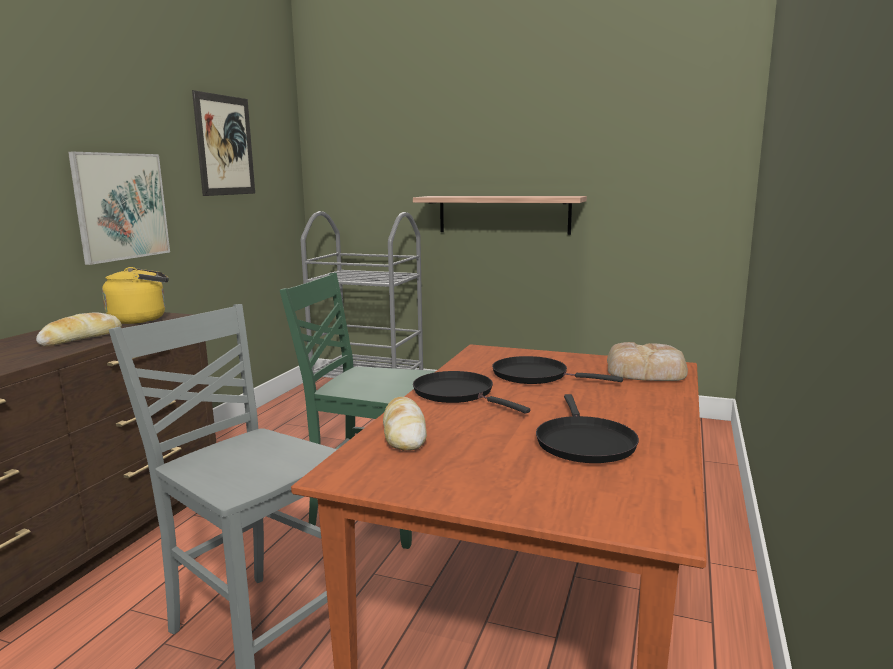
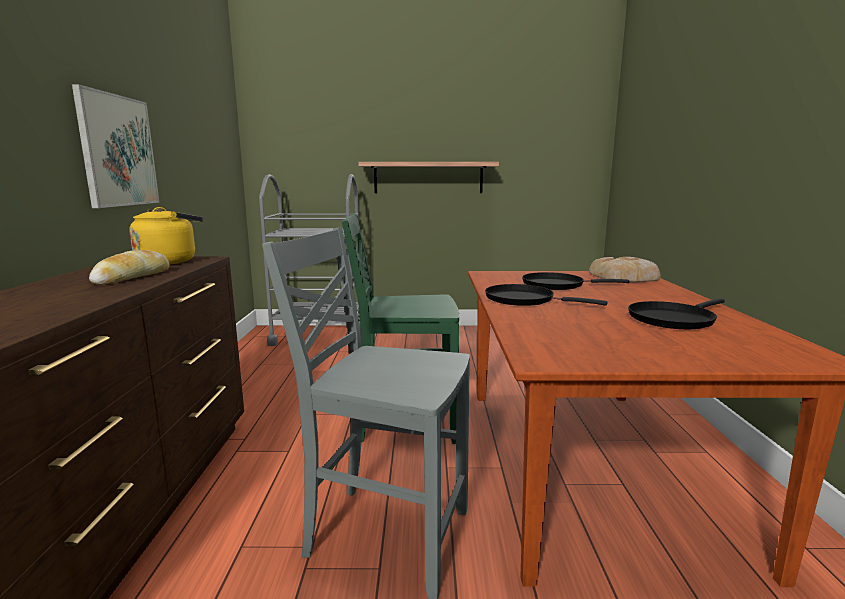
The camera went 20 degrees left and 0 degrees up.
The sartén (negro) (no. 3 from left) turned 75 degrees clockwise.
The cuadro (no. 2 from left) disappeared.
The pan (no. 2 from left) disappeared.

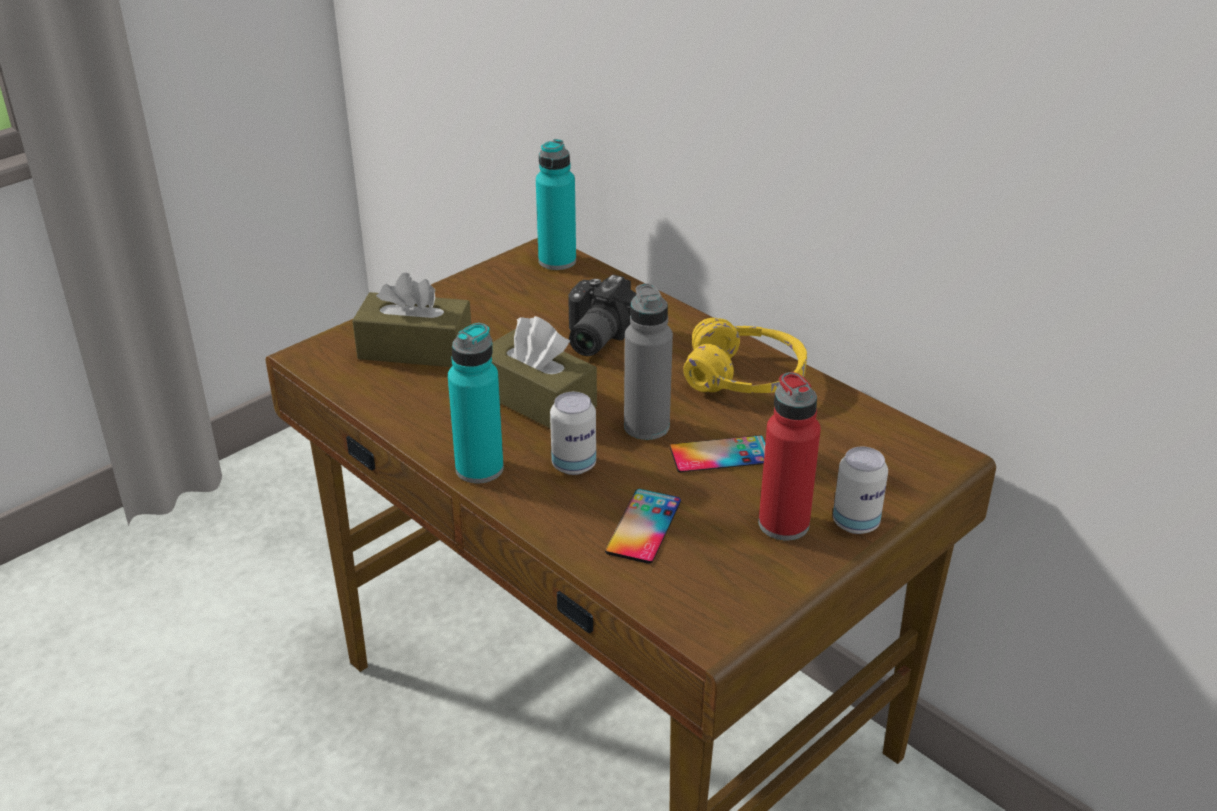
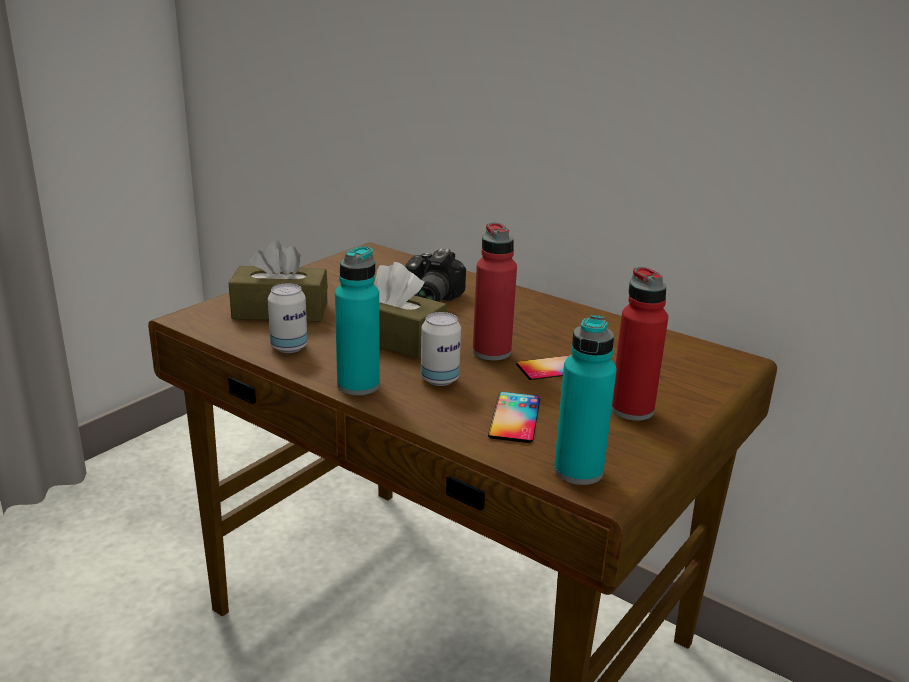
The camera went 10 degrees left and 10 degrees down.
The lata (no. 2 from left in the first image) moved.
The botella (gris) became the botella (rojo) (no. 1 from left).
The botella (turquesa) (no. 2 from left) moved.
The auriculares (amarillo) disappeared.

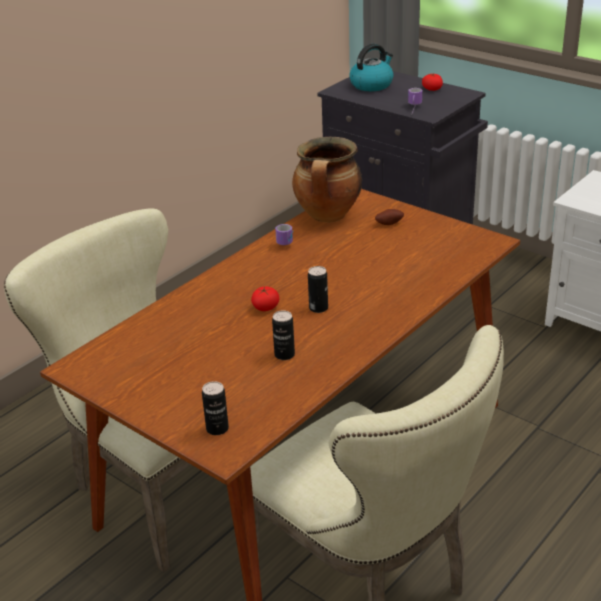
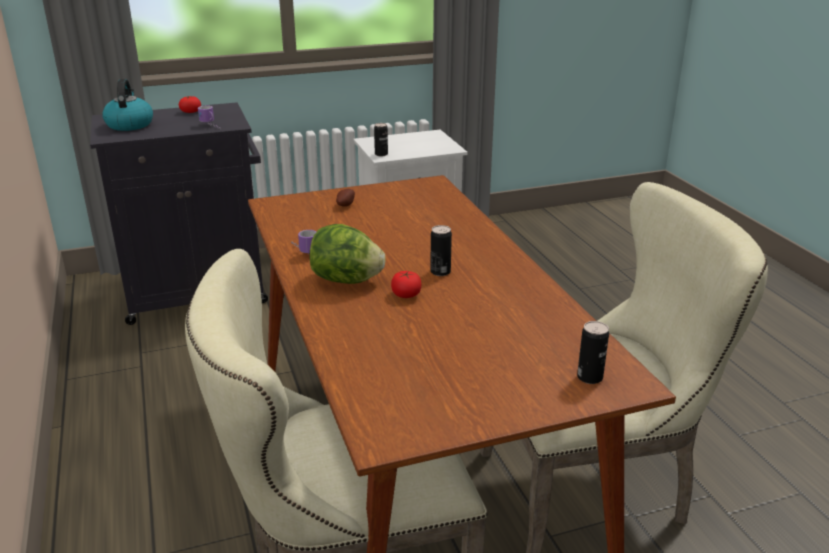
The camera went 60 degrees left and 5 degrees down.
The lechuga appeared.
The lata (no. 2 from left in the first image) moved.
The olla disappeared.

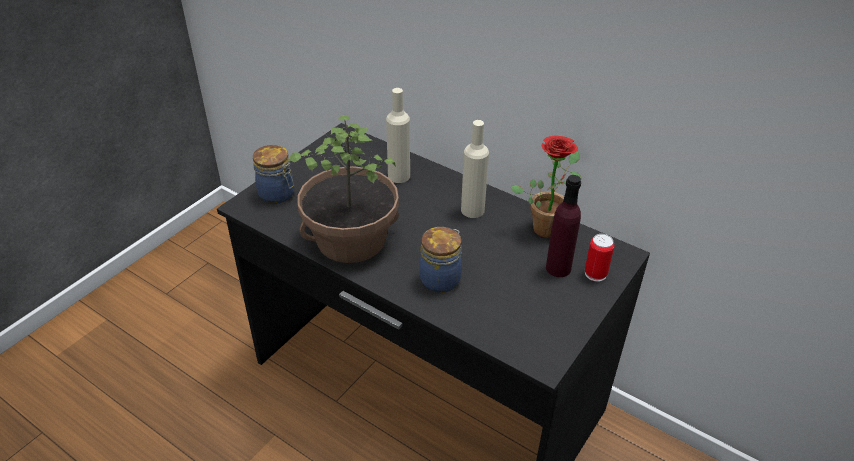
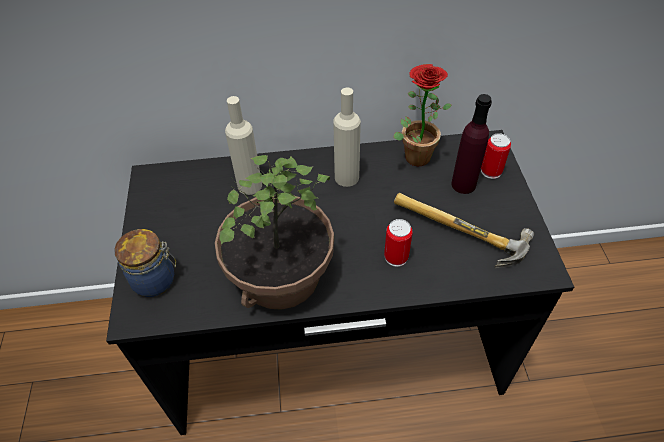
The camera went 40 degrees left and 10 degrees up.
The tarro (no. 2 from left) was replaced by the lata (no. 1 from left).
The martillo appeared.

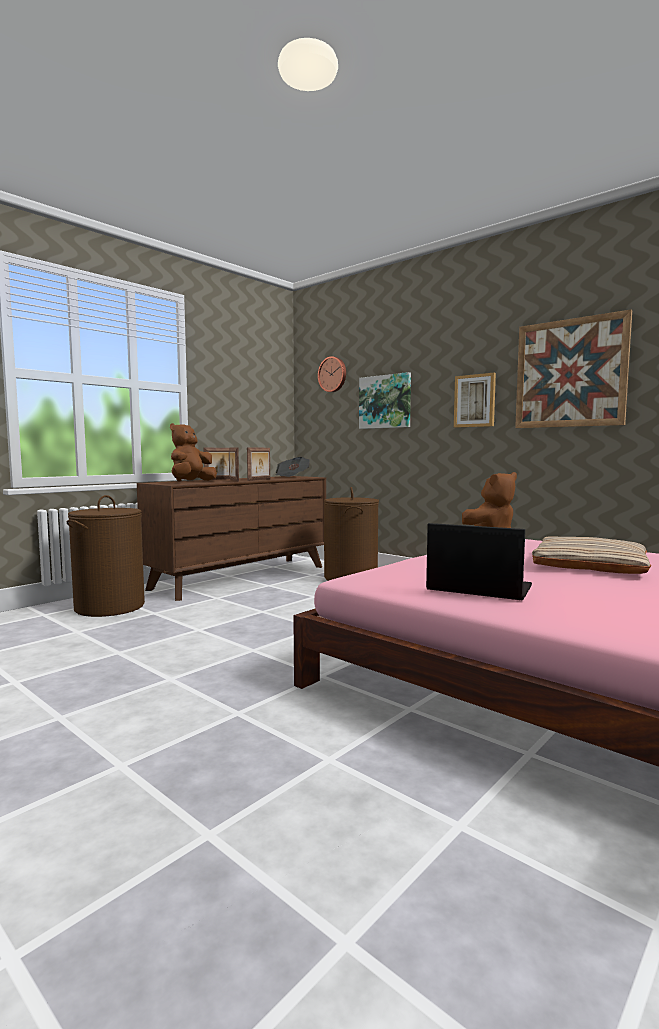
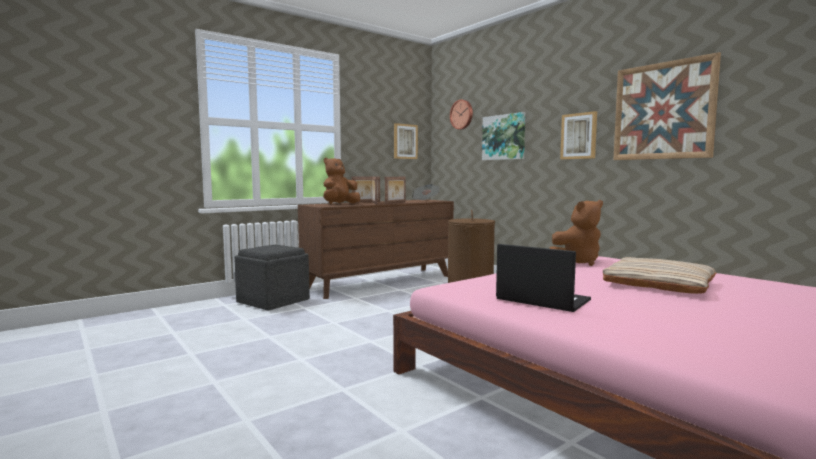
The camera went 10 degrees right and 0 degrees up.
The cesto de la ropa (marrón) (no. 1 from left) was replaced by the puf (gris).
The cuadro (no. 1 from left) appeared.

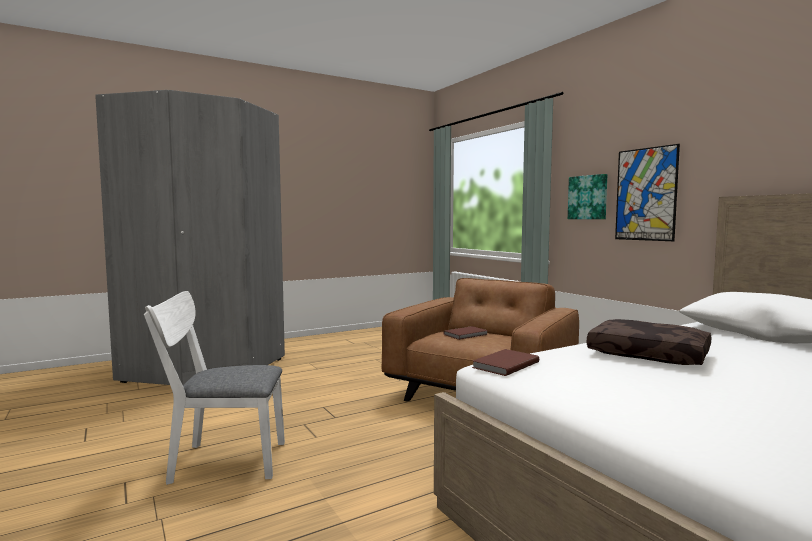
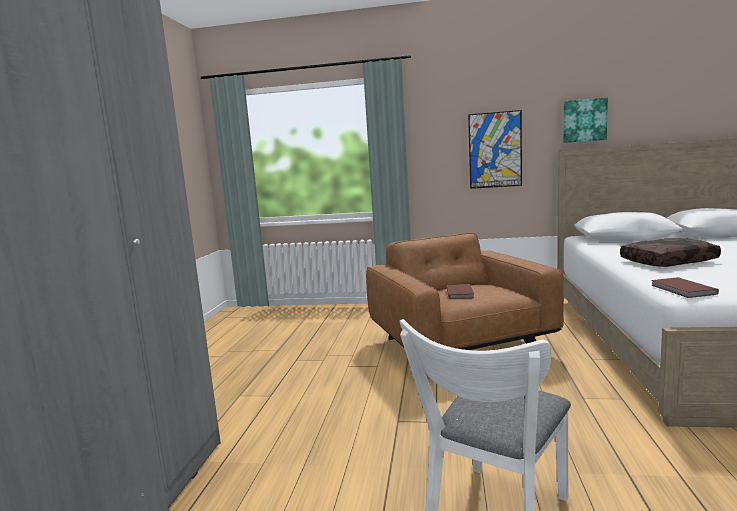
The camera went 50 degrees left and 5 degrees up.
The cuadro (no. 1 from left in the first image) moved.

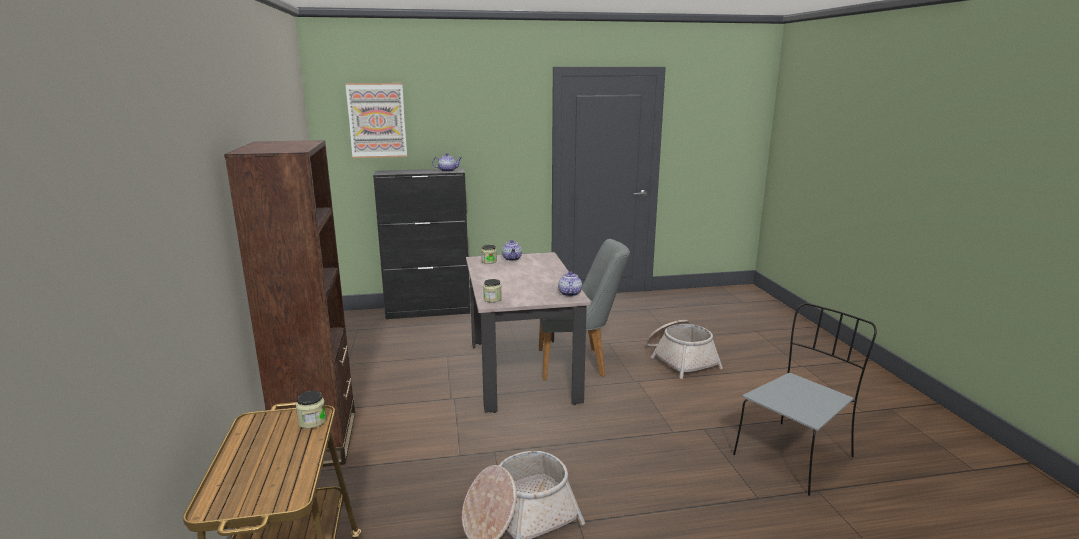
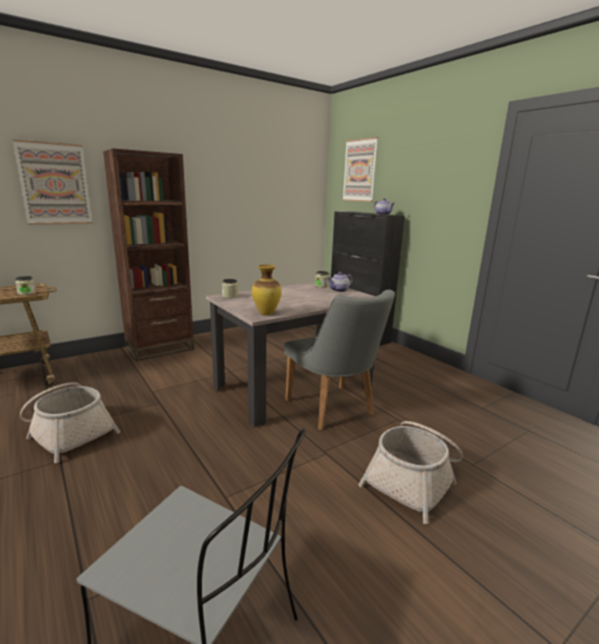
The camera went 65 degrees right and 0 degrees up.
The cuadro (no. 1 from left) appeared.
The tetera (no. 3 from left) was replaced by the florero.

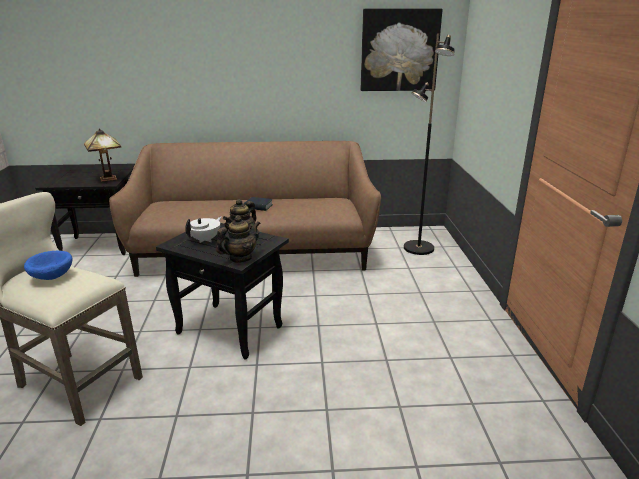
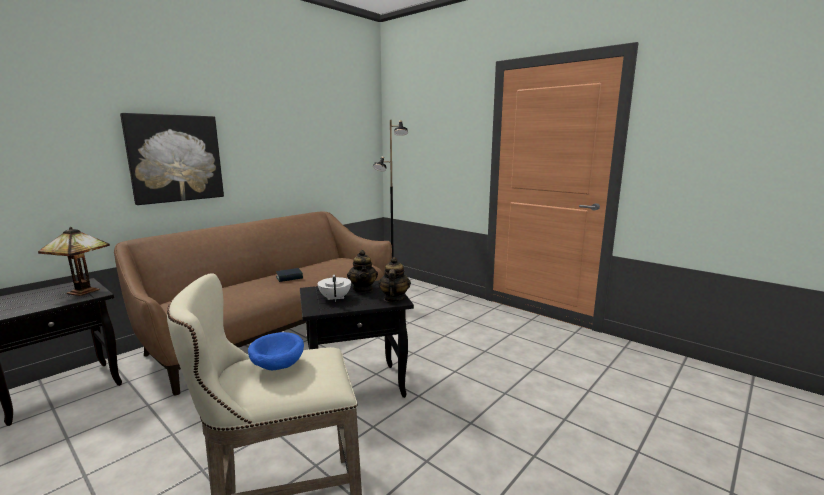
The camera went 45 degrees left and 10 degrees down.
The cuadro moved.

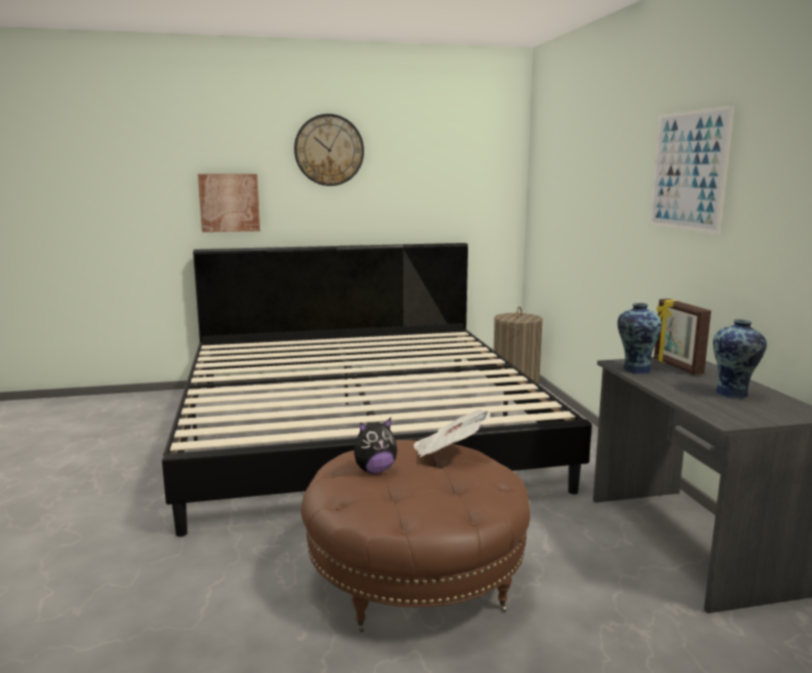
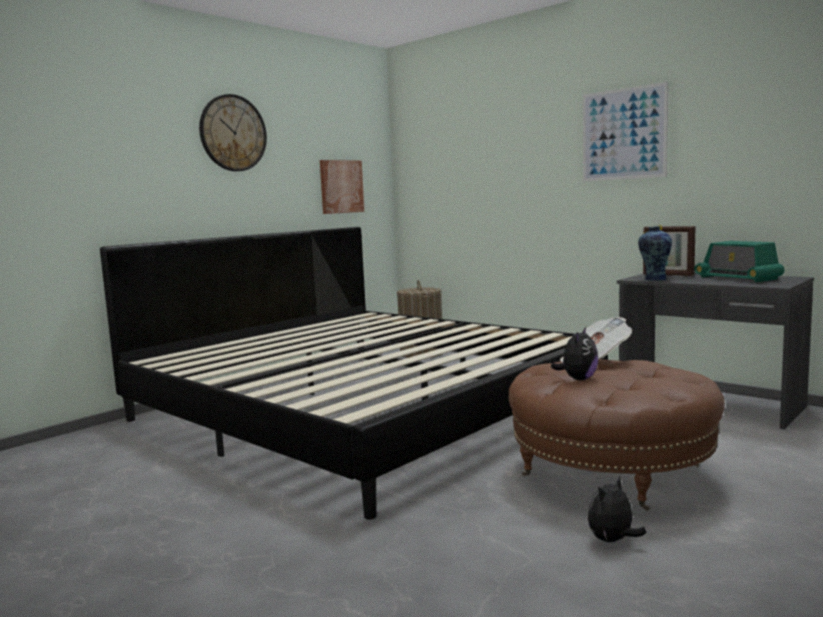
The camera went 35 degrees left and 5 degrees down.
The cuadro (no. 1 from left) moved.
The peluche (no. 2 from left) appeared.
The florero (no. 2 from left) was replaced by the radio.

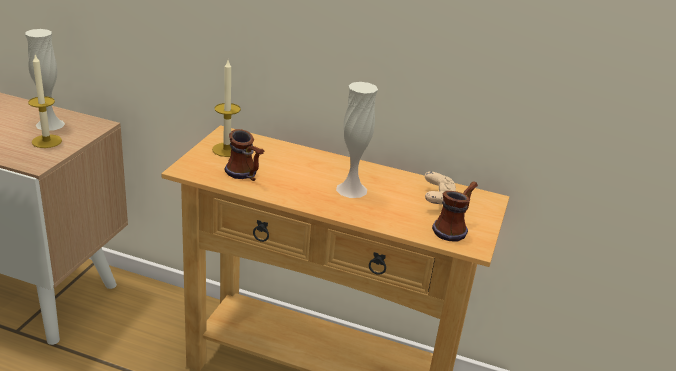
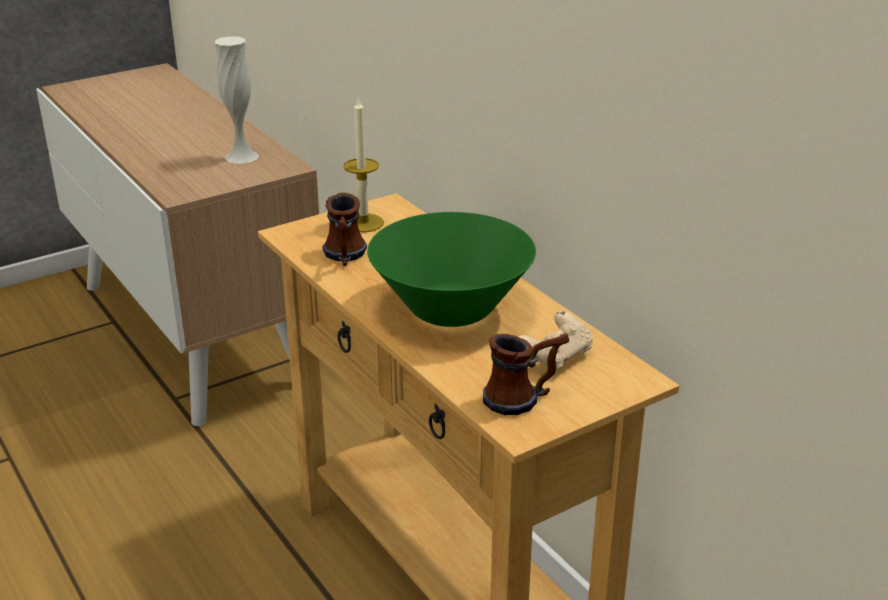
The camera went 40 degrees right and 0 degrees up.
The florero (blanco) (no. 2 from left) was replaced by the cuenco (verde).
The vela (no. 1 from left) disappeared.

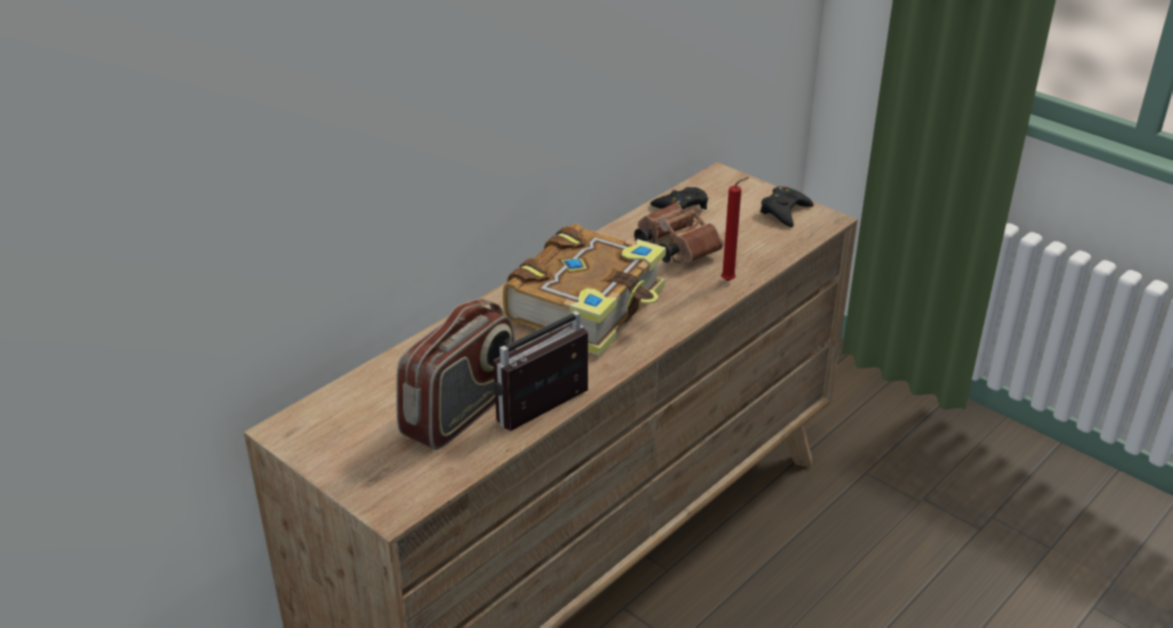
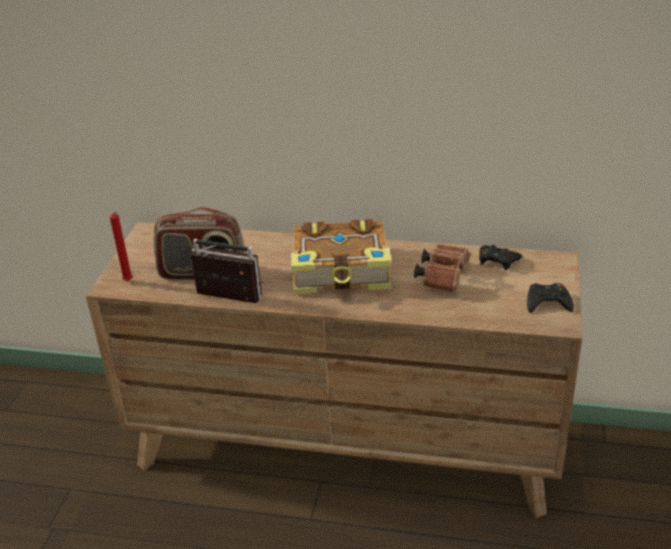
The camera went 60 degrees right and 0 degrees up.
The vela (rojo) moved.

